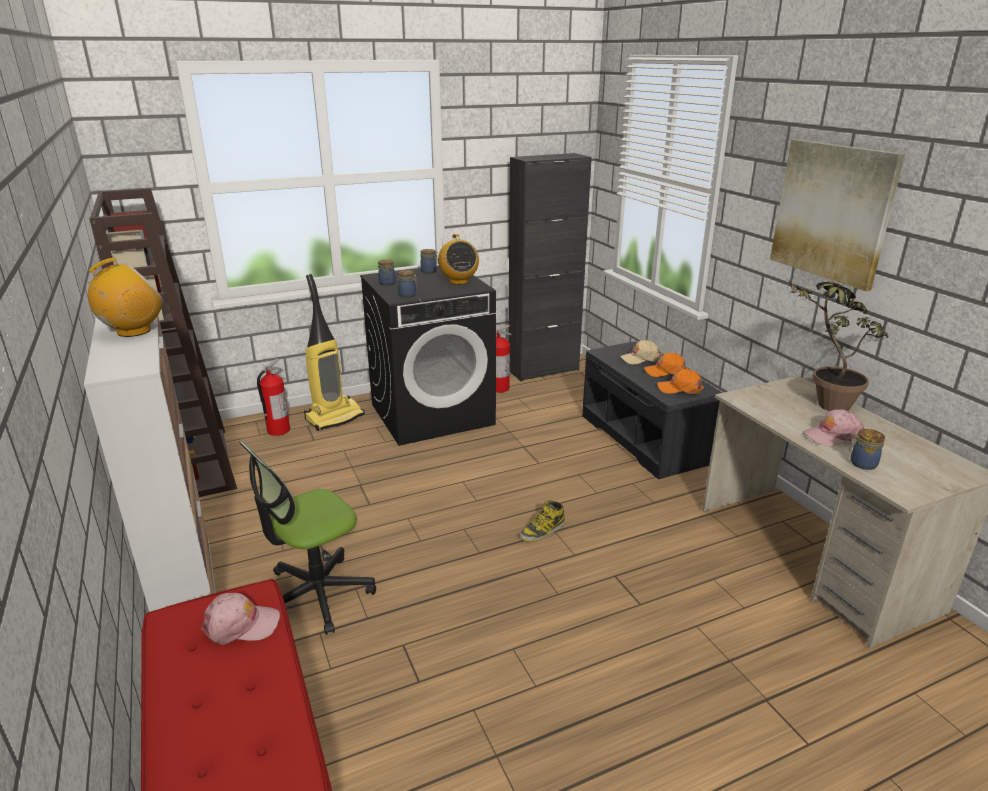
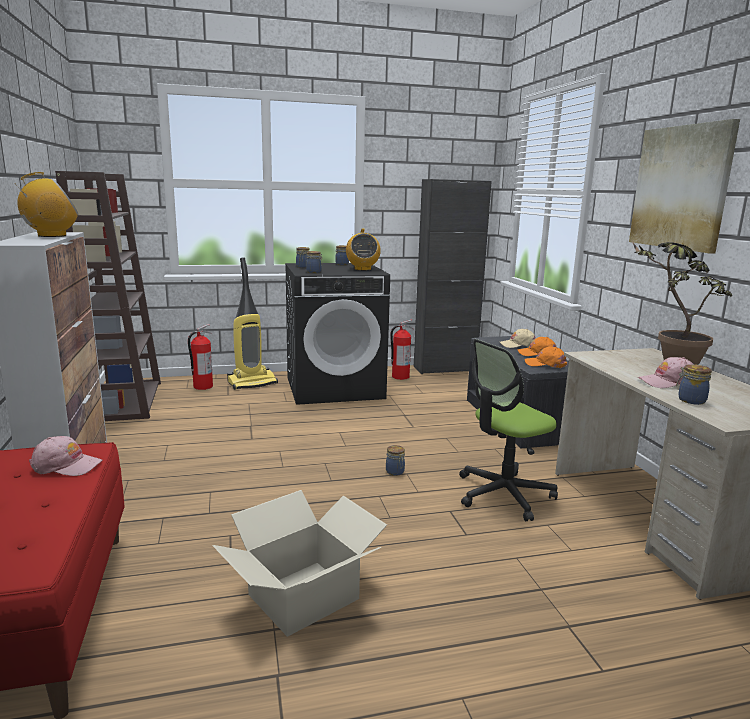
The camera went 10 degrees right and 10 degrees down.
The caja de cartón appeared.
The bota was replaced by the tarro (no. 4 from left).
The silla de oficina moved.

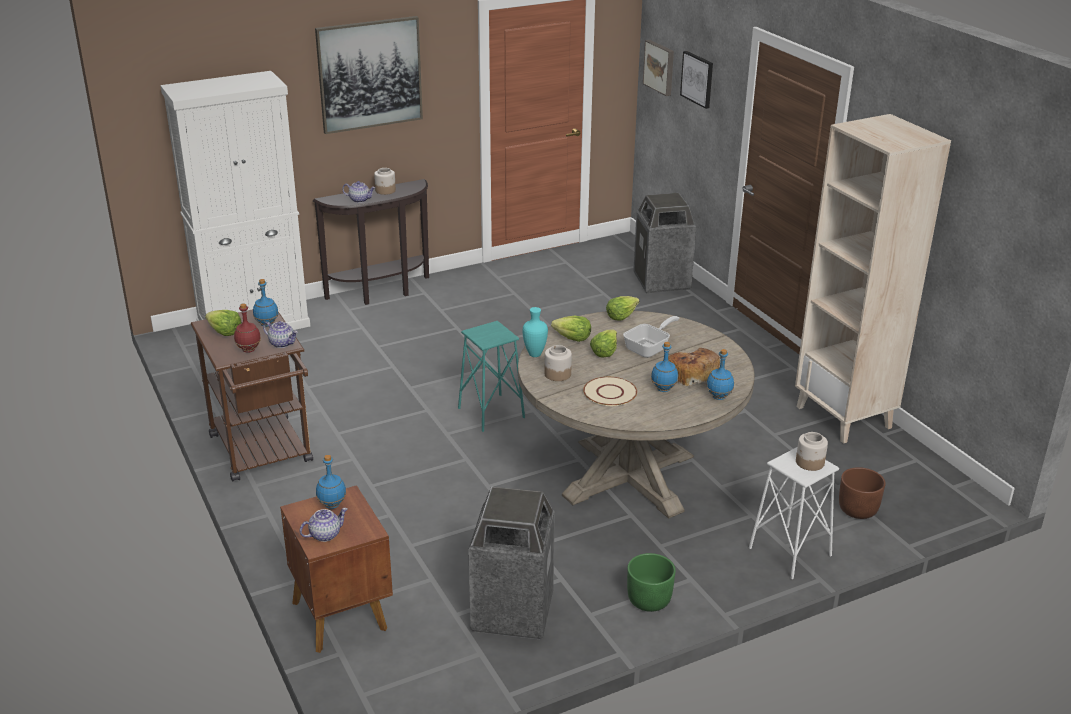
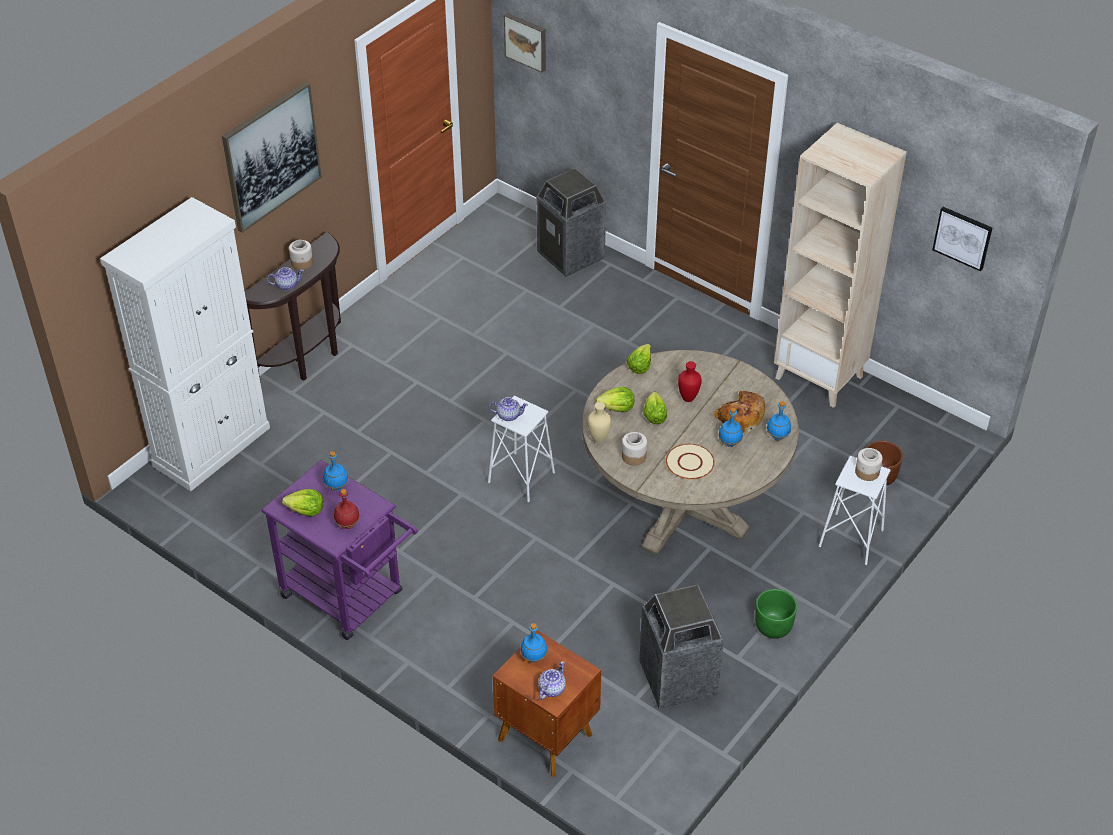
The camera went 25 degrees left and 15 degrees up.
The carrito (marrón) became the carrito (morado).
The taburete (turquesa) became the taburete (blanco) (no. 1 from left).
The tetera (no. 1 from left in the first image) moved.
The florero (turquesa) became the florero (beis).
The sartén was replaced by the florero (rojo).
The cuadro (no. 3 from left) moved.

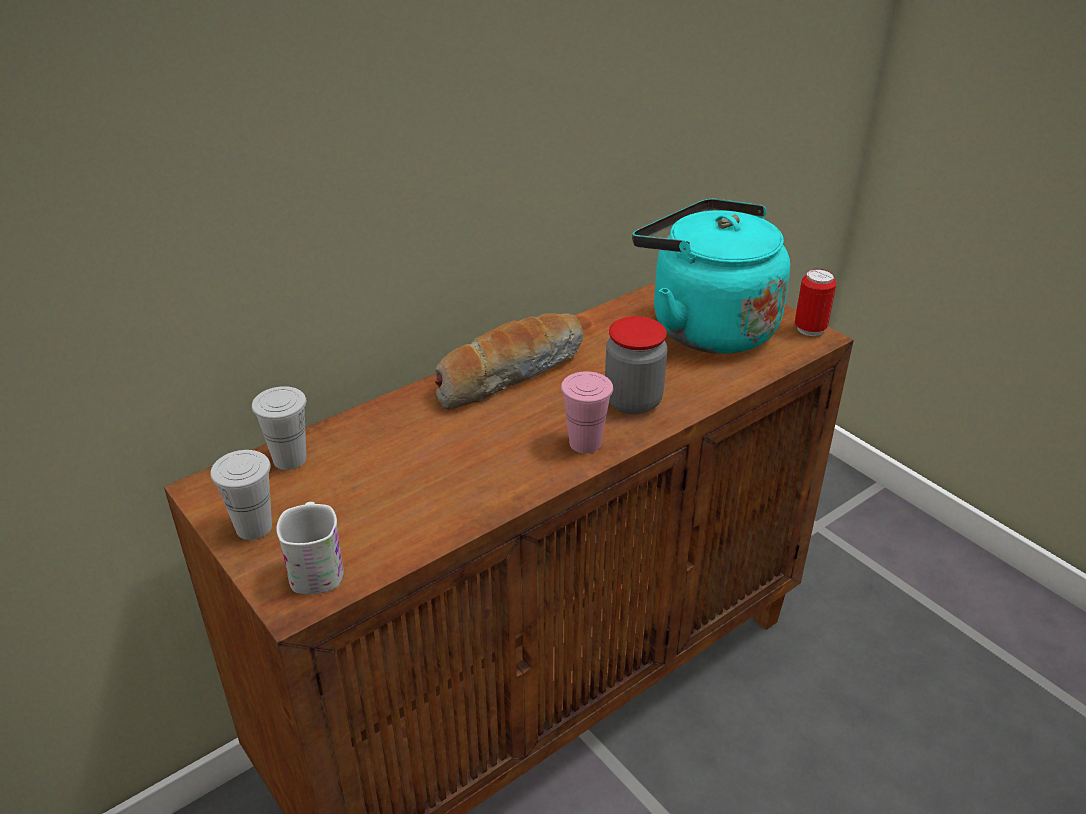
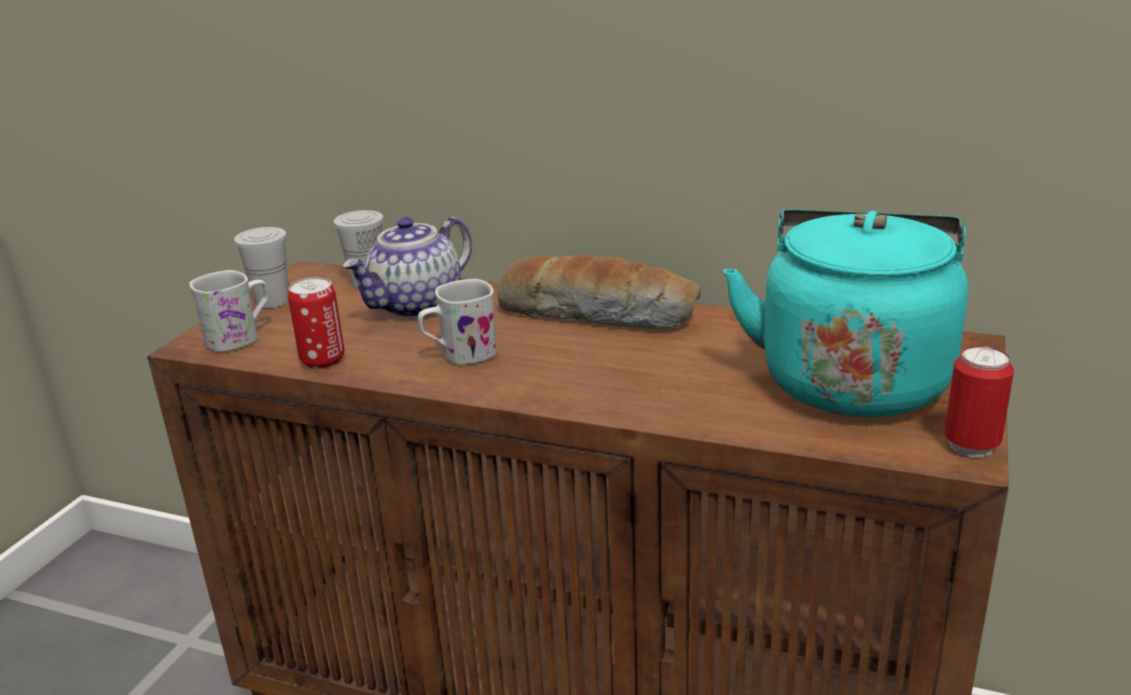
The camera went 60 degrees right and 10 degrees down.
The lata (no. 1 from left) appeared.
The tetera appeared.
The taza grande (blanco) (no. 2 from left) appeared.
The taza (rosa) disappeared.
The tarro disappeared.

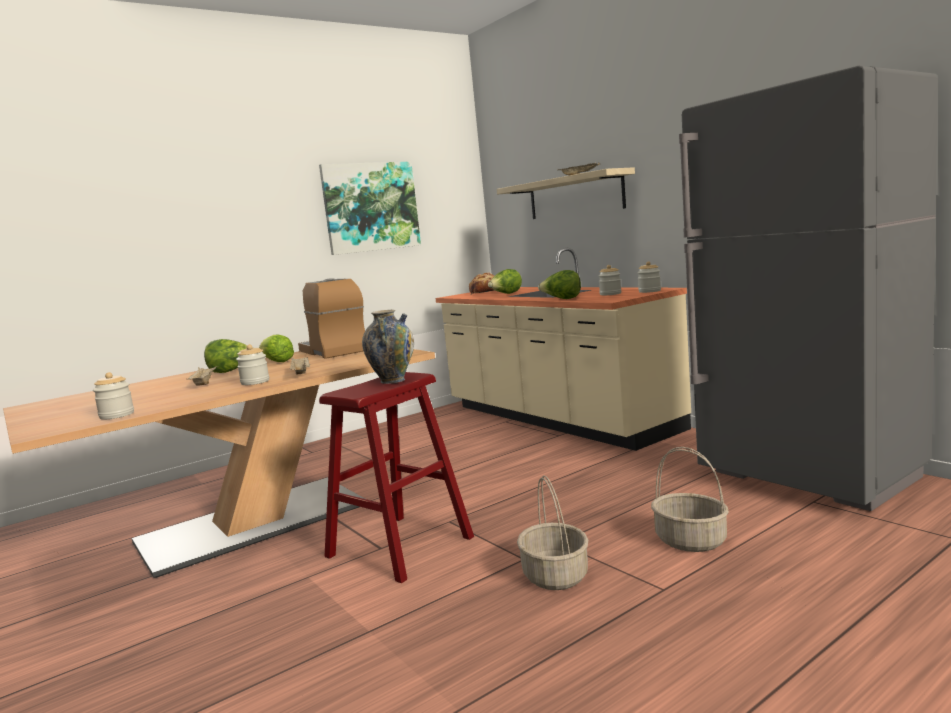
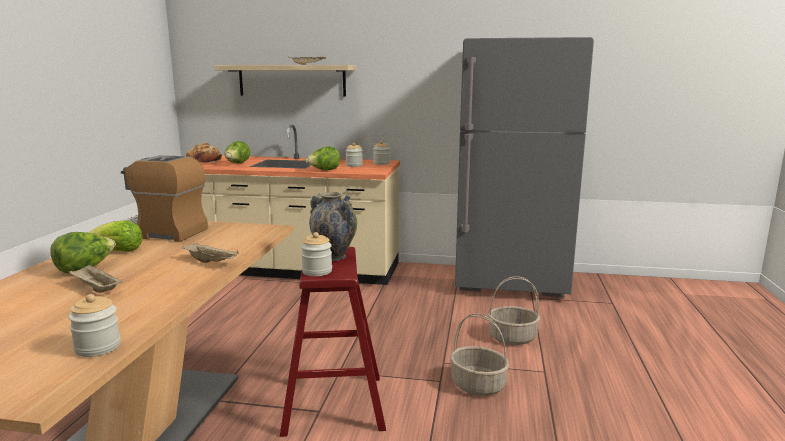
The camera went 45 degrees left and 5 degrees up.
The tarro (no. 2 from left) moved.
The cuadro disappeared.

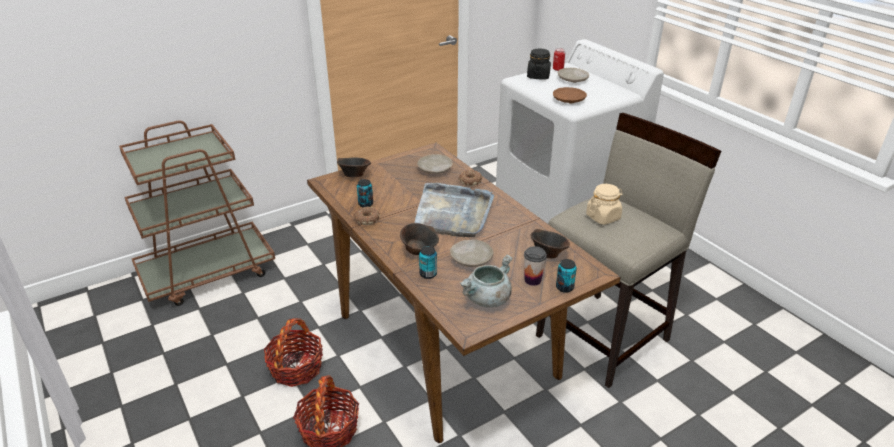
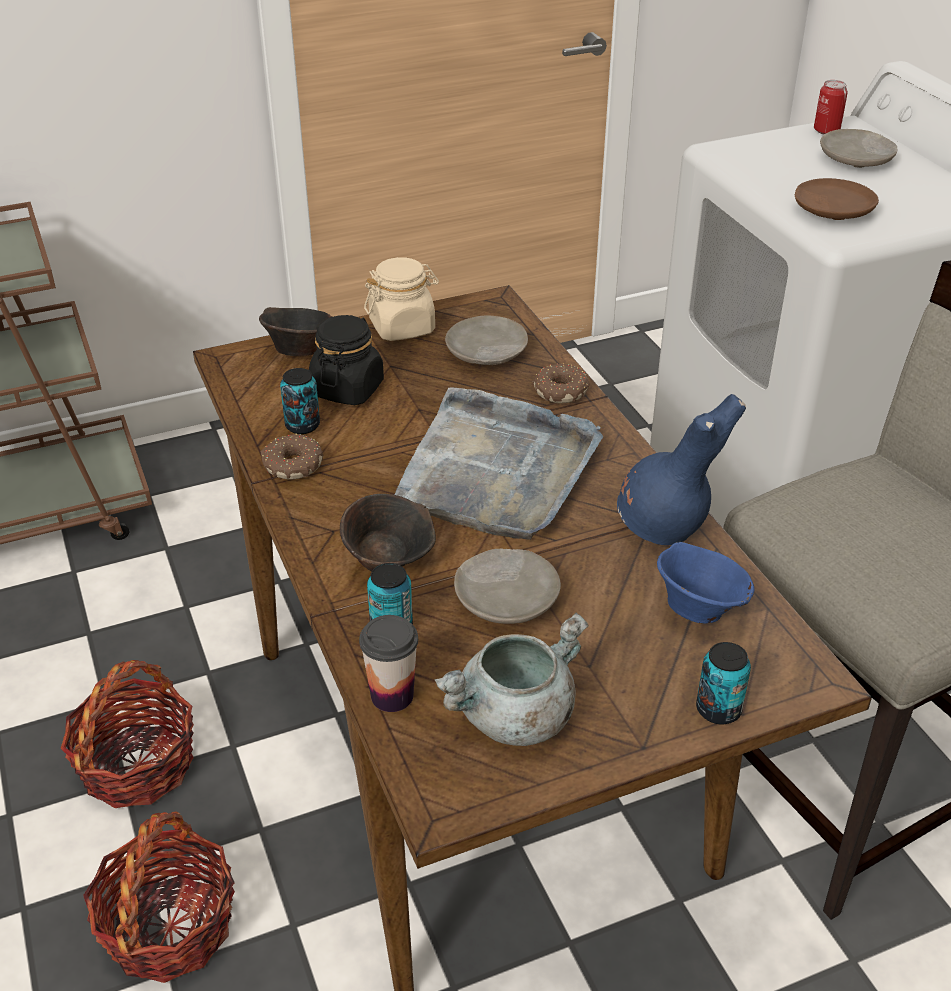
The camera went 10 degrees right and 5 degrees up.
The tarro (negro) moved.
The taza moved.
The tarro (beis) moved.
The florero (azul) appeared.
The cuenco (marrón) (no. 3 from left) became the cuenco (azul).

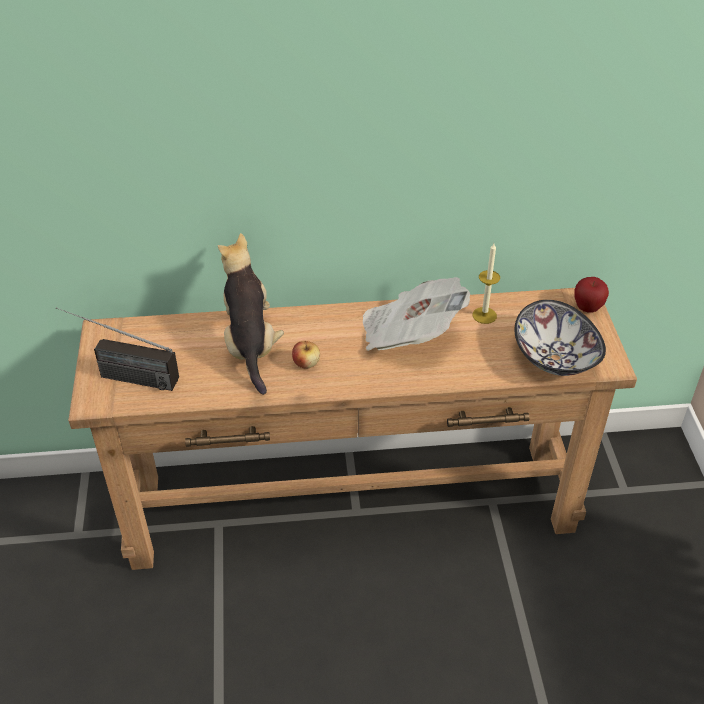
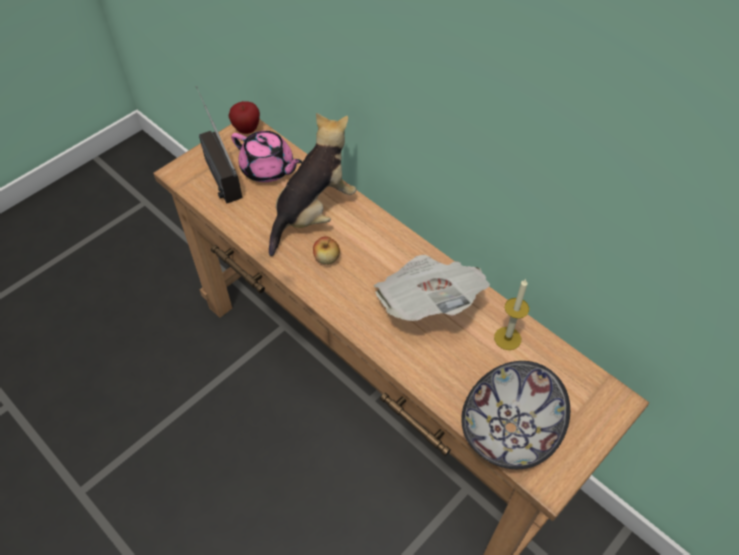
The camera went 50 degrees right and 10 degrees up.
The manzana (no. 2 from left in the first image) moved.
The tetera (rosa) appeared.

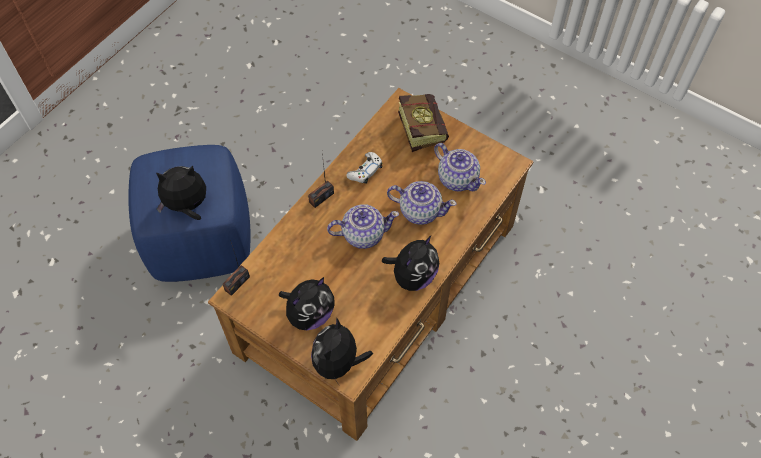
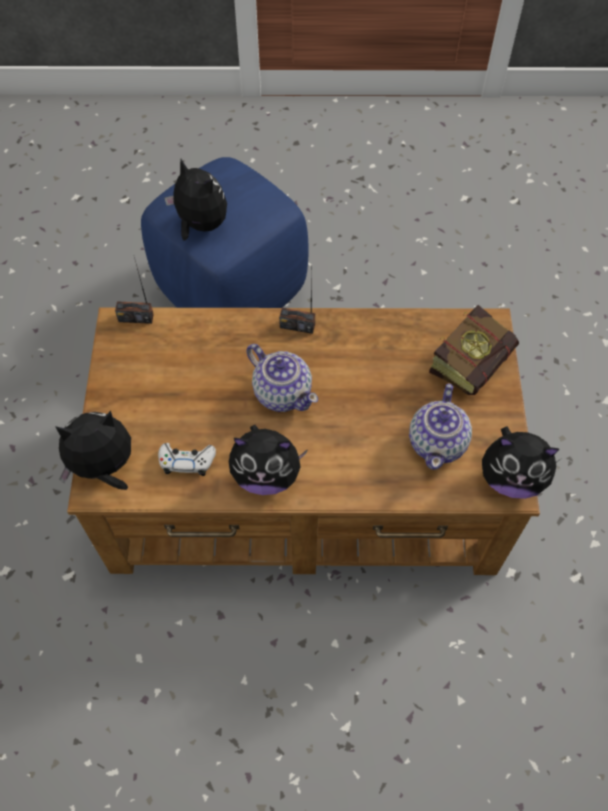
The camera went 55 degrees right and 0 degrees up.
The mando de consola (blanco) moved.
The peluche (no. 2 from left in the first image) moved.
The tetera (no. 2 from left) disappeared.

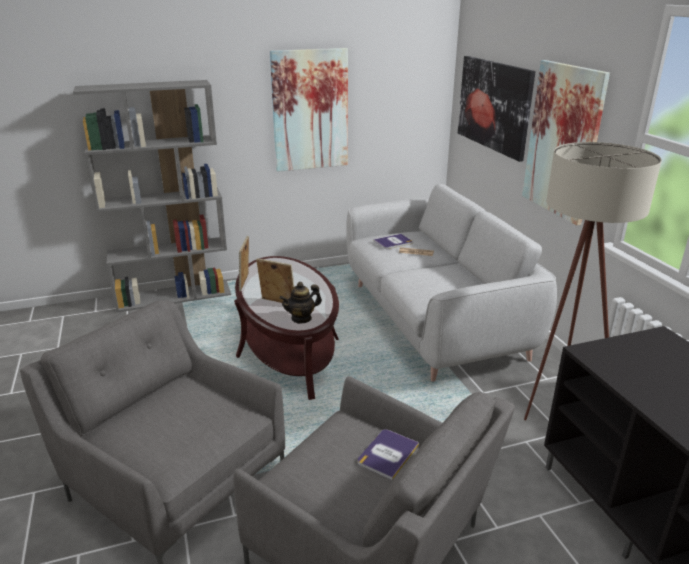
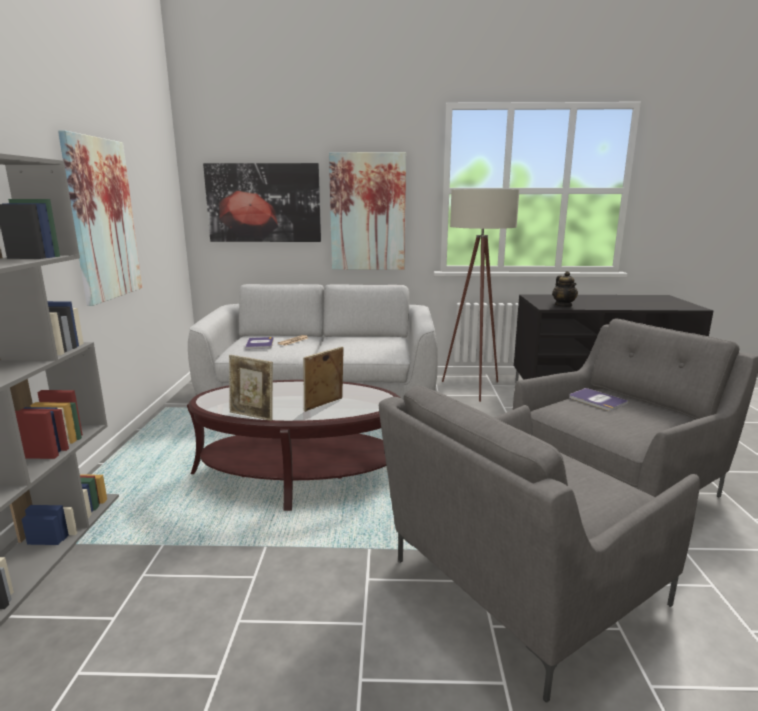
The camera went 70 degrees left and 10 degrees down.
The tetera moved.

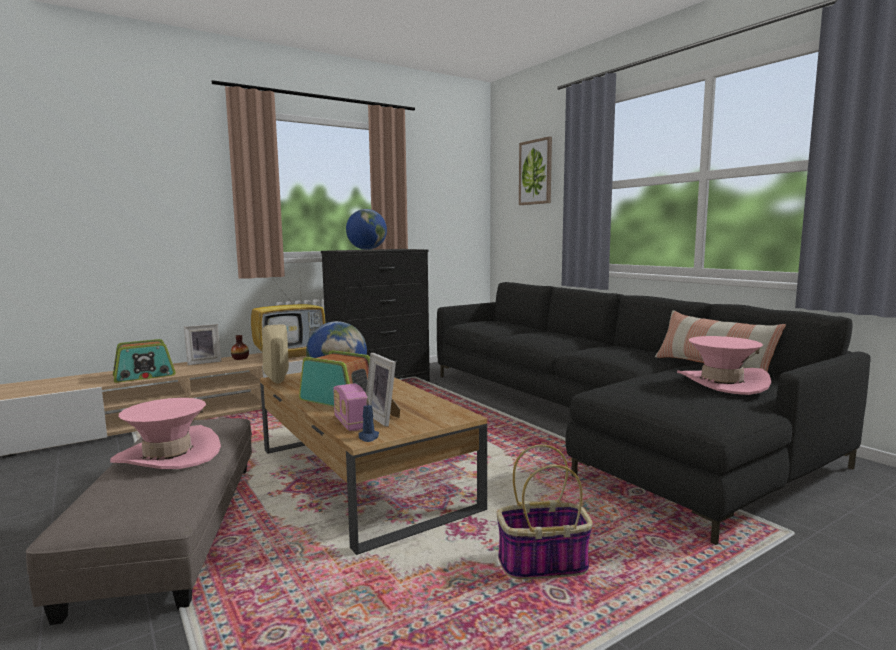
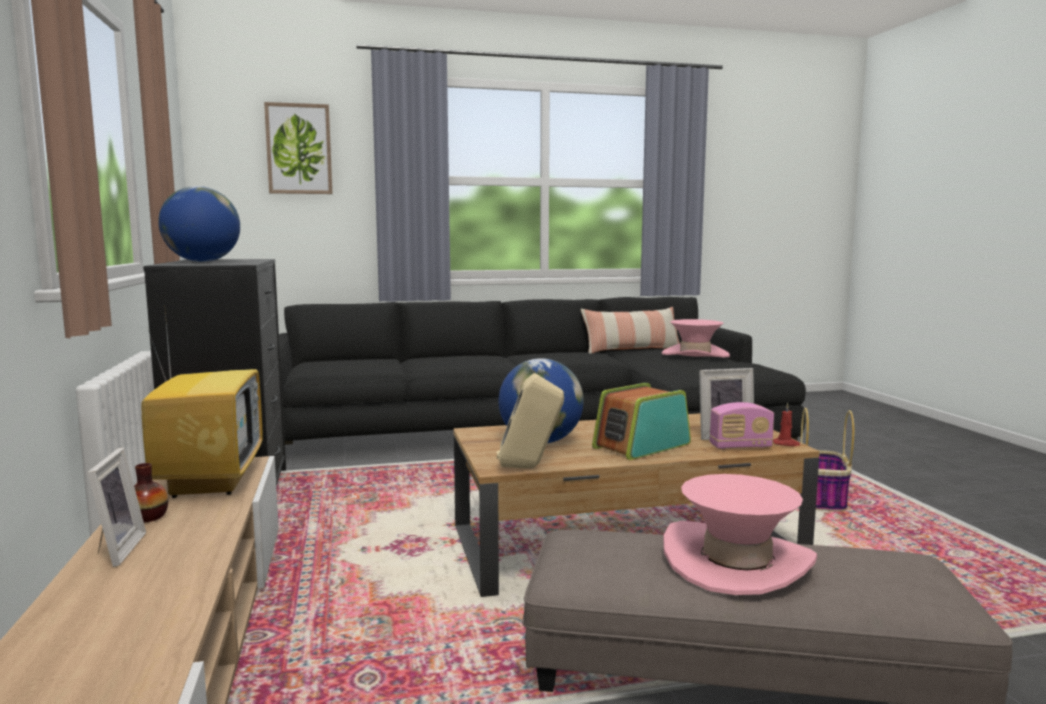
The camera went 70 degrees left and 0 degrees up.
The vela (azul) became the vela (rojo).
The radio (no. 1 from left) disappeared.

